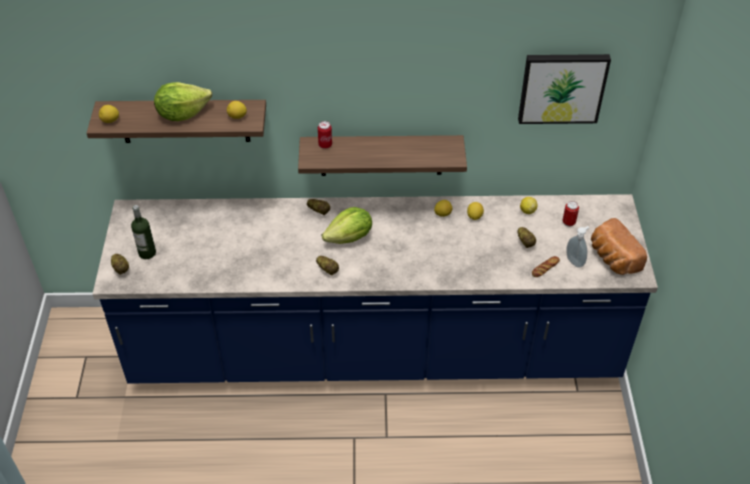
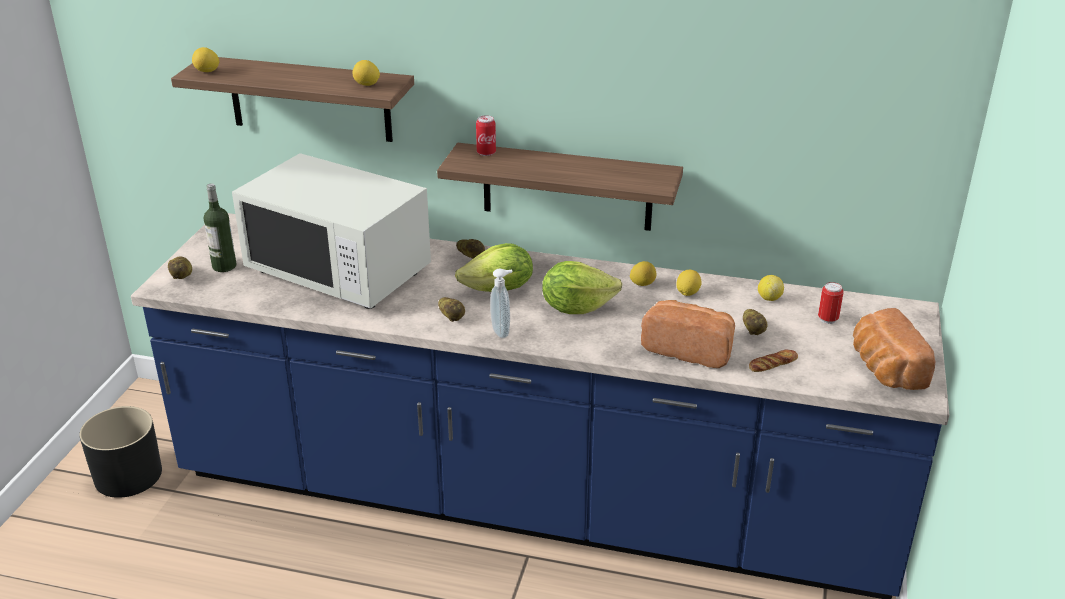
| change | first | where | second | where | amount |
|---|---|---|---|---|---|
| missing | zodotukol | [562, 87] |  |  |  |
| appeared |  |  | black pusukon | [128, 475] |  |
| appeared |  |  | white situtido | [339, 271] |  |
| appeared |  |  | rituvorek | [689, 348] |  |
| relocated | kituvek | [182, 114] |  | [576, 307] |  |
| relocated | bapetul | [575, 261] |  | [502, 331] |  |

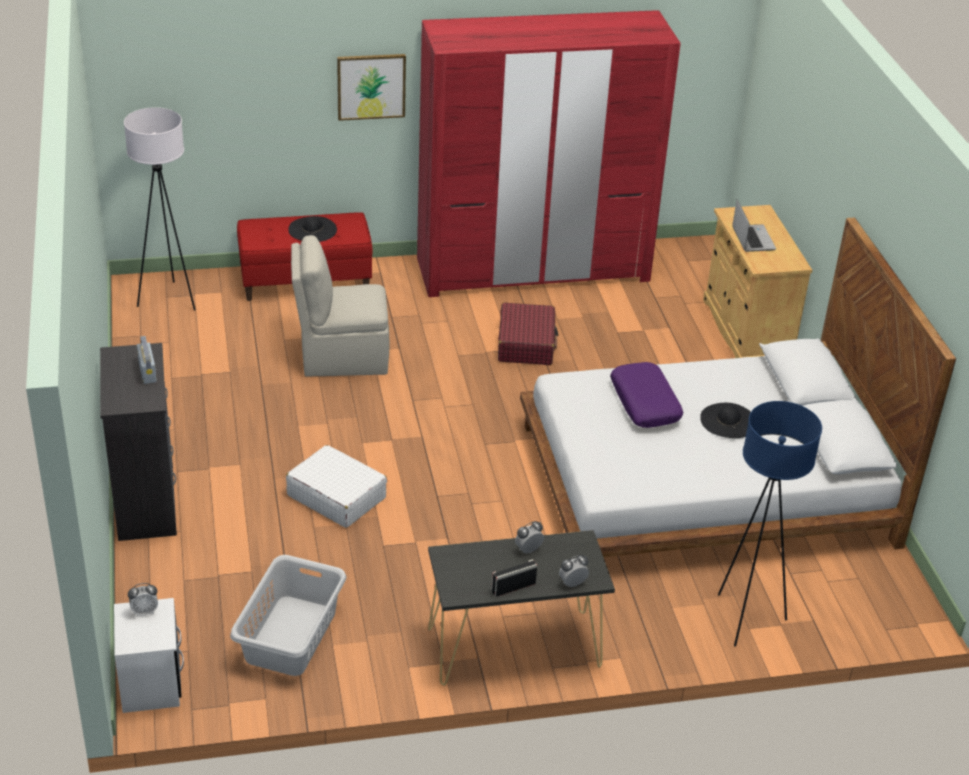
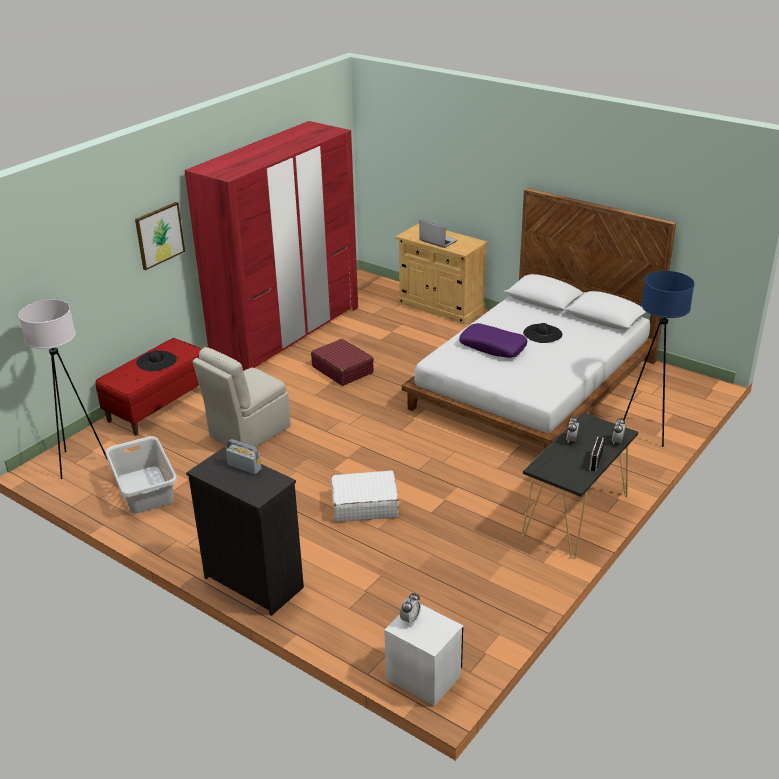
| change | first | where | second | where | amount |
|---|---|---|---|---|---|
| relocated | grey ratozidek | [289, 636] |  | [144, 490] |  |

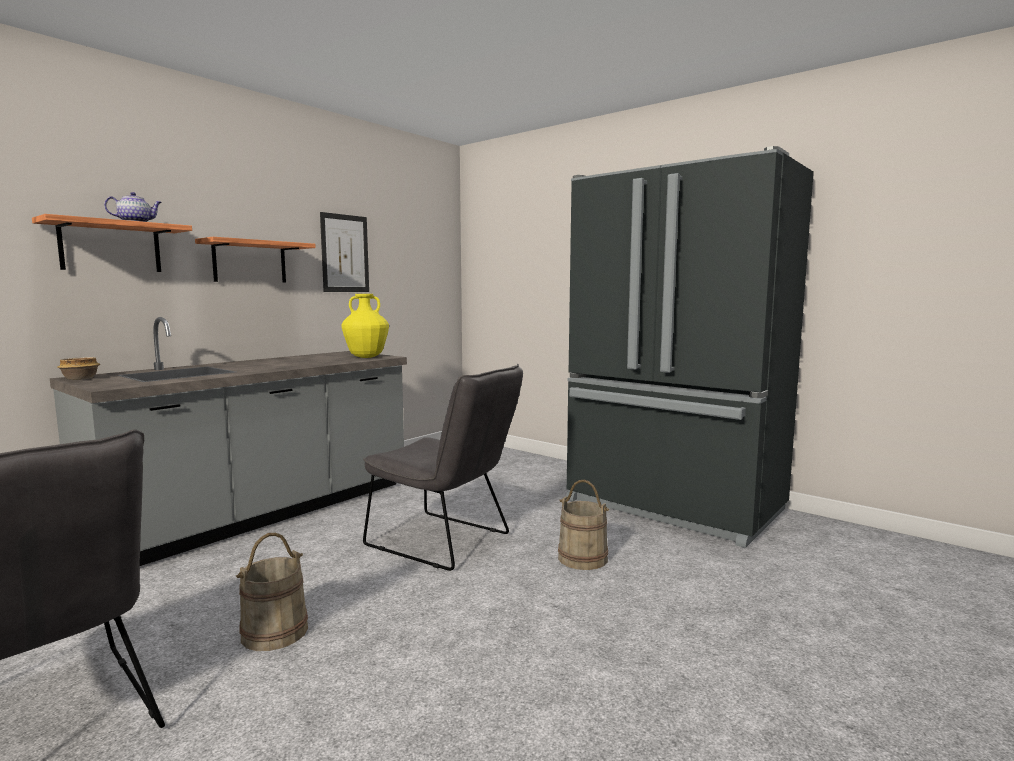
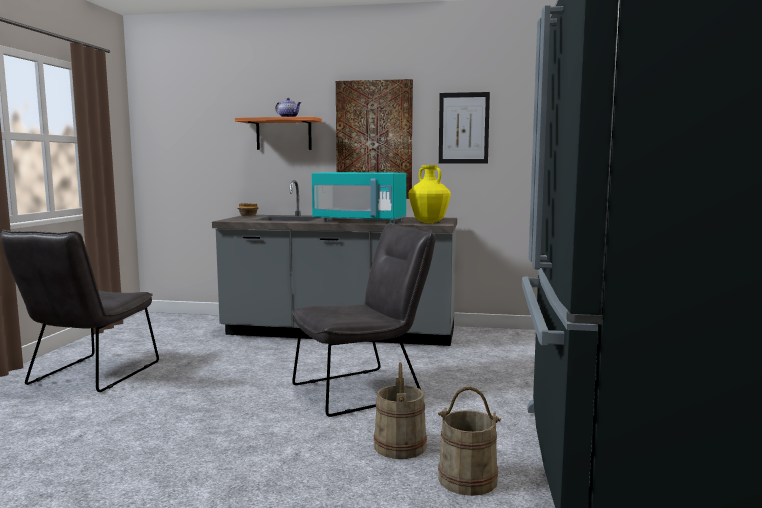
| change | first | where | second | where | amount |
|---|---|---|---|---|---|
| appeared |  |  | turquoise situtido | [360, 221] |  |
| relocated | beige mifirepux | [274, 632] |  | [467, 479] |  |
| exchanged | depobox | [250, 262] | zodotukol | [374, 140] |  |
| spun | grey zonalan | [445, 542] |  | [364, 390] | 120 degrees counterclockwise |

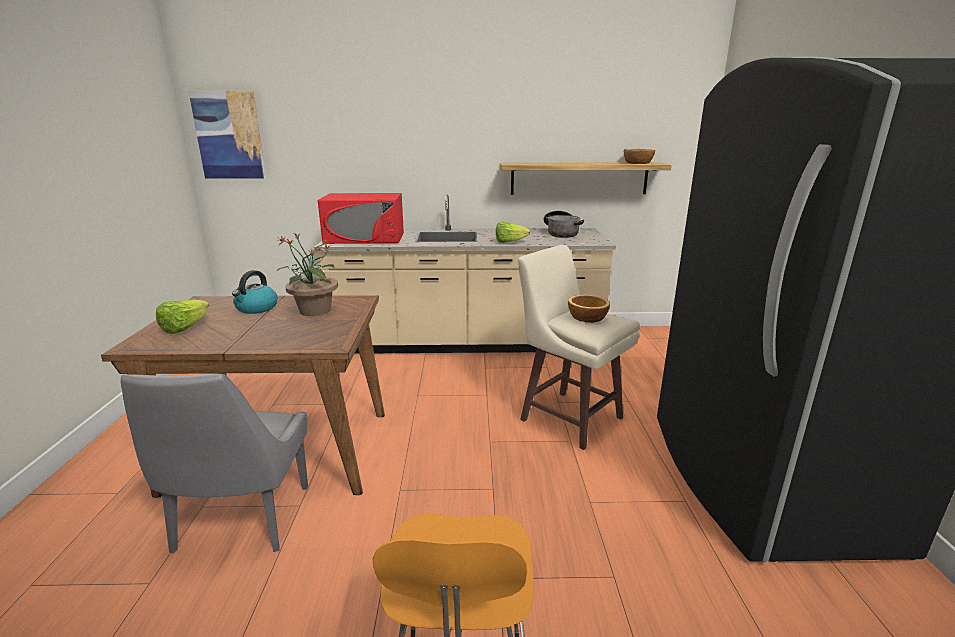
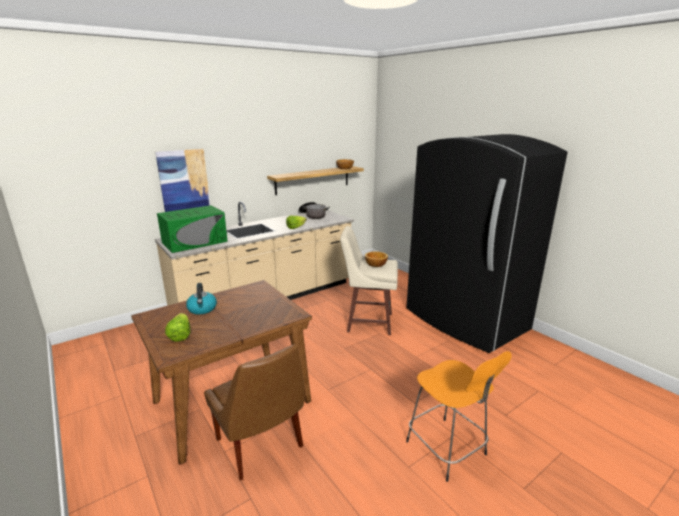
| change | first | where | second | where | amount |
|---|---|---|---|---|---|
| missing | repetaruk | [314, 311] |  |  |  |
| relocated | zodotukol | [229, 135] |  | [184, 181] |  |
| colour | grey zonalan | [241, 521] | brown zonalan | [261, 445] |  |
| colour | red situtido | [365, 238] | green situtido | [195, 242] |  |

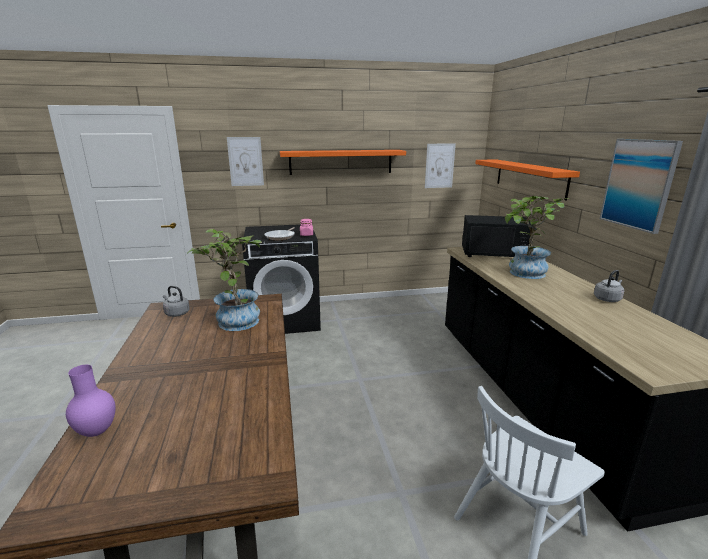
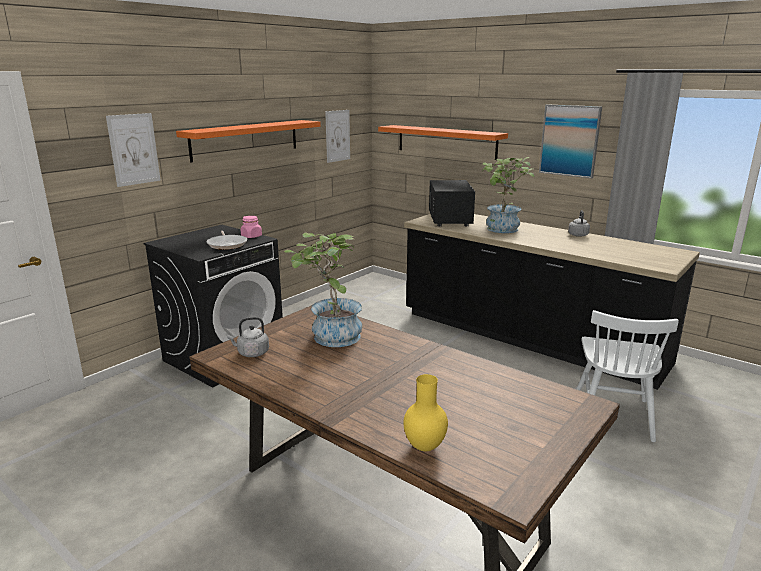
| change | first | where | second | where | amount |
|---|---|---|---|---|---|
| colour | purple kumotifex | [96, 431] | yellow kumotifex | [424, 447] |  |
| spun | black situtido | [493, 253] |  | [450, 219] | 120 degrees clockwise |

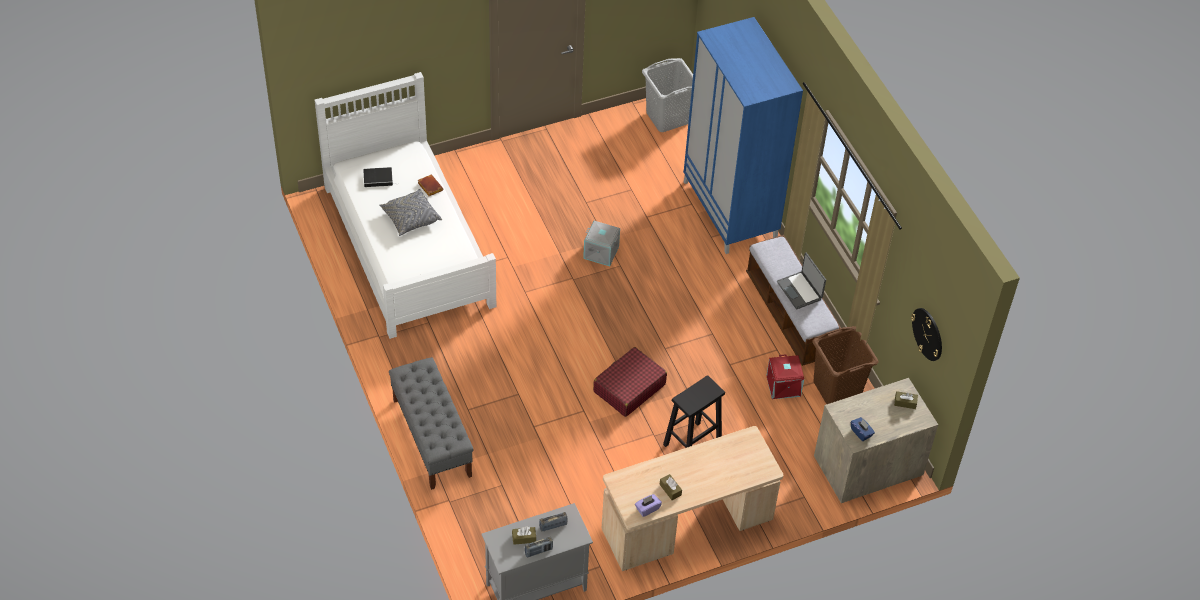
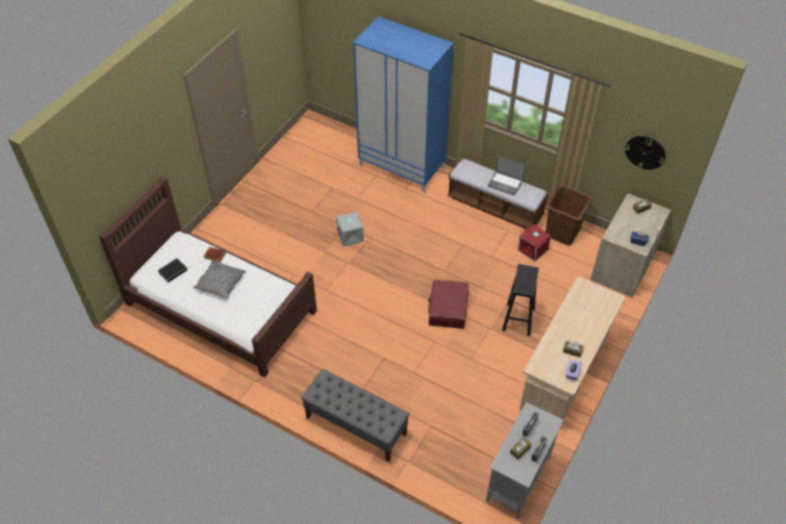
| change | first | where | second | where | amount |
|---|---|---|---|---|---|
| missing | grey ratozidek | [667, 117] |  |  |  |
| colour | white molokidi | [408, 245] | brown molokidi | [220, 307] |  |

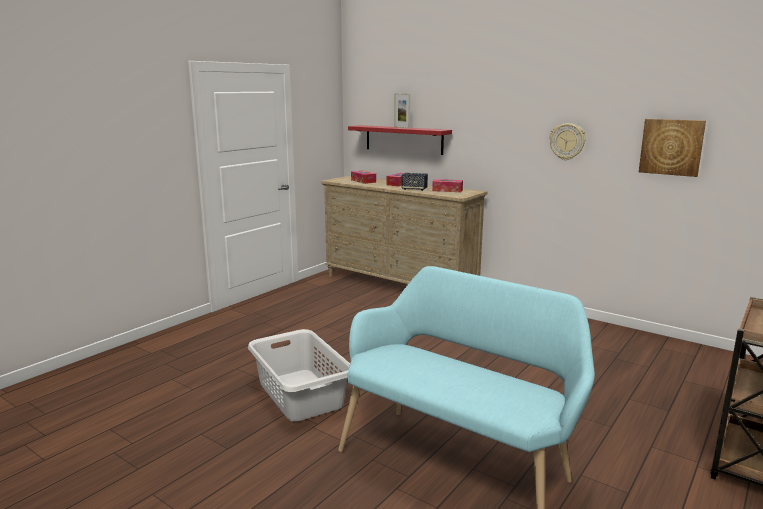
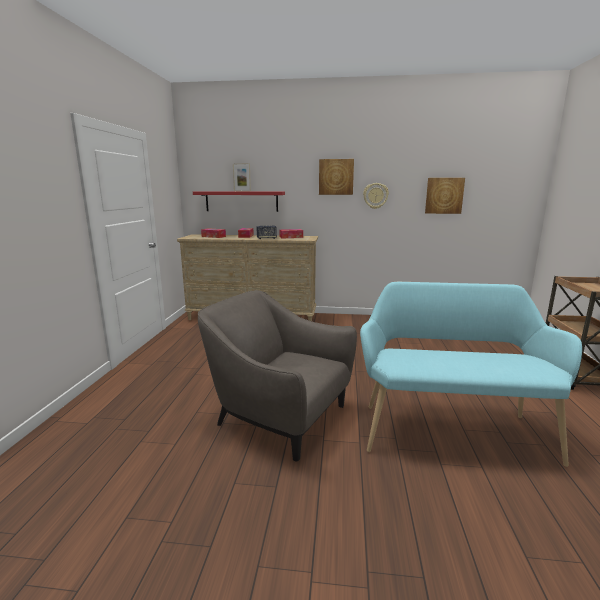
| change | first | where | second | where | amount |
|---|---|---|---|---|---|
| appeared |  |  | zodotukol | [336, 177] |  |
| exchanged | grey ratozidek | [301, 393] | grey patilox | [280, 416] |  |

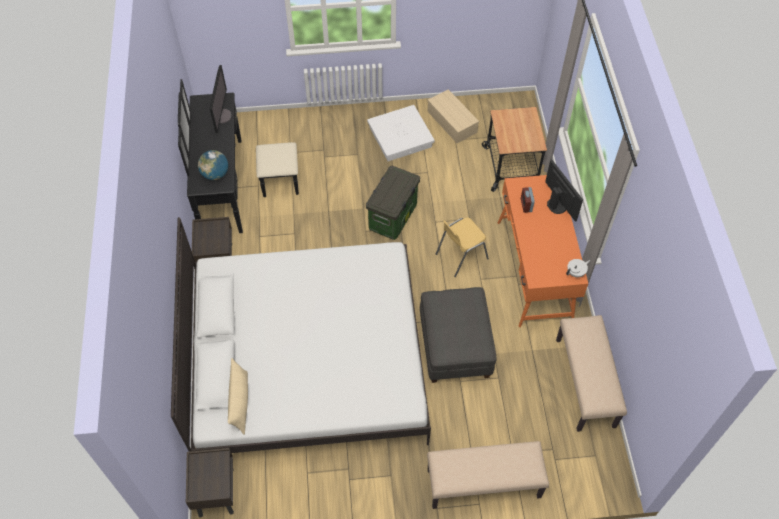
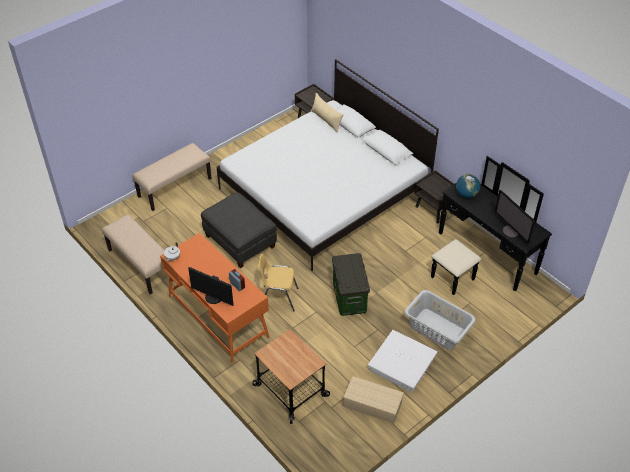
| change | first | where | second | where | amount |
|---|---|---|---|---|---|
| appeared |  |  | grey ratozidek | [437, 329] |  |
| spun | yellow zonalan | [460, 256] |  | [278, 298] | 105 degrees counterclockwise |

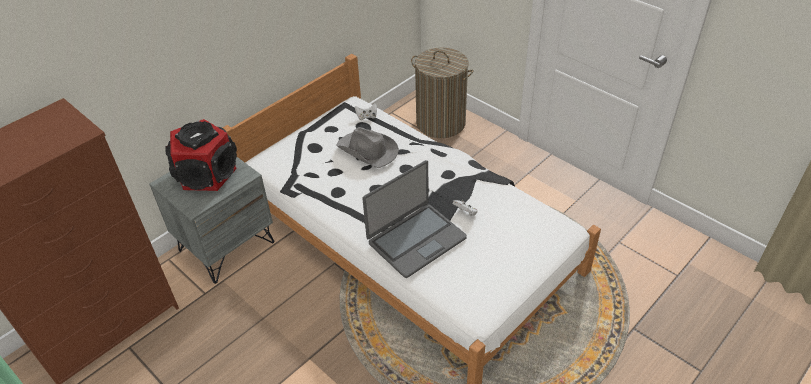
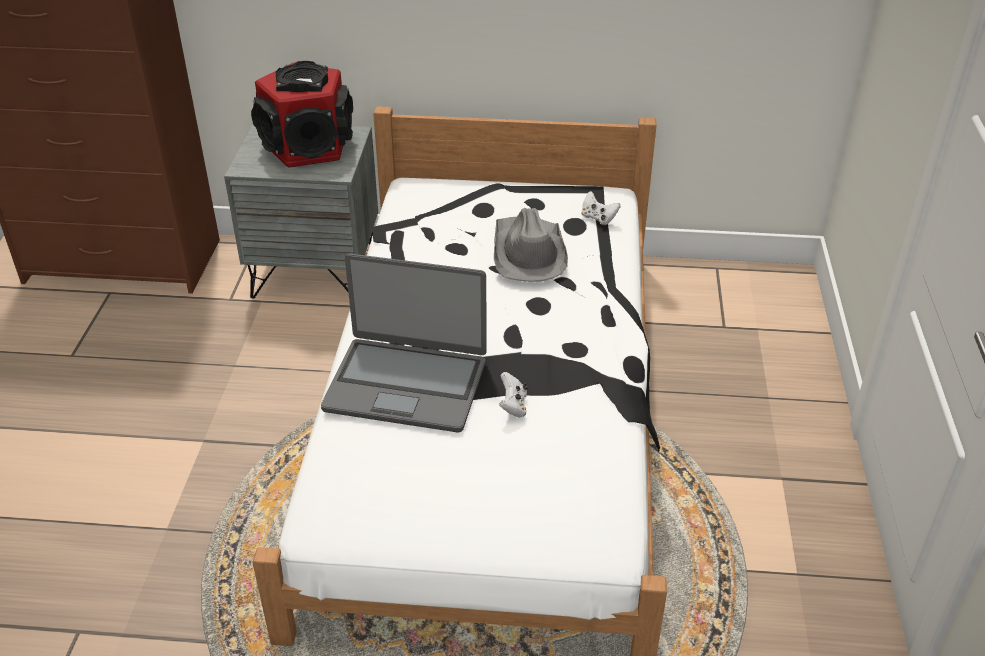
| change | first | where | second | where | amount |
|---|---|---|---|---|---|
| missing | ratozidek | [441, 123] |  |  |  |

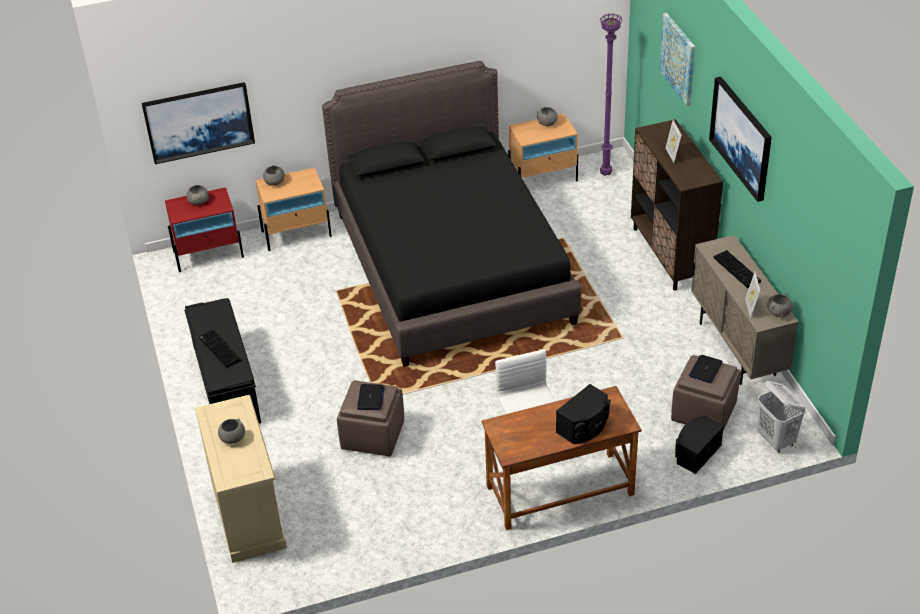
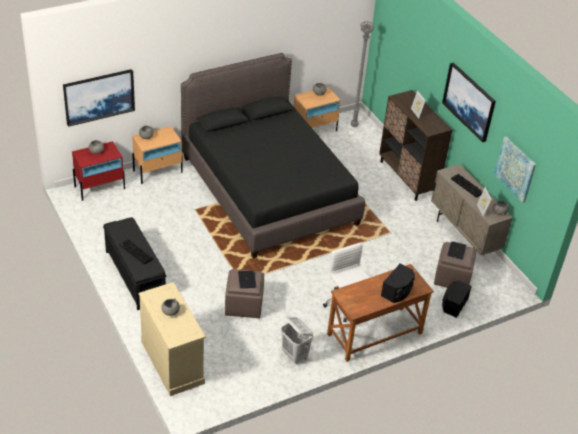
| change | first | where | second | where | amount |
|---|---|---|---|---|---|
| relocated | zodotukol | [678, 58] |  | [515, 169] |  |
| relocated | white ratozidek | [776, 440] |  | [294, 355] |  |
| colour | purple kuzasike | [605, 174] | grey kuzasike | [354, 126] |  |

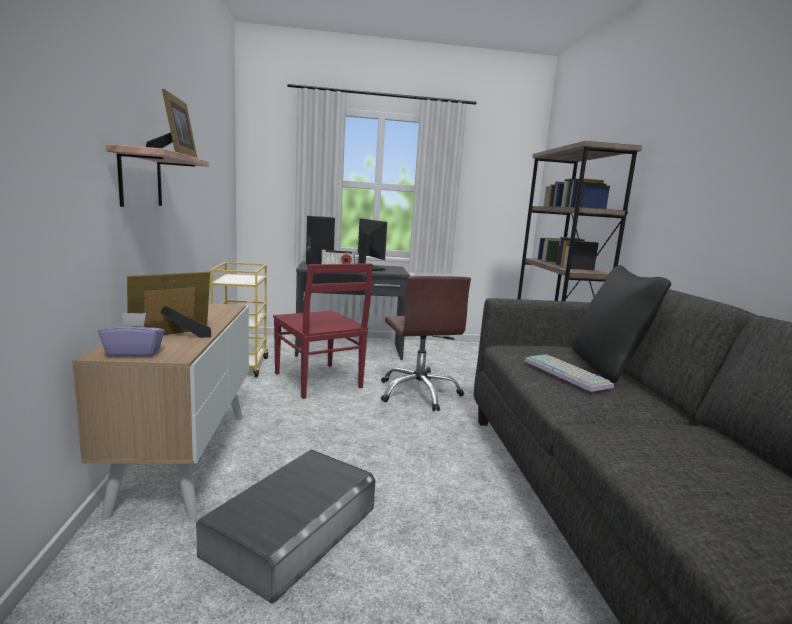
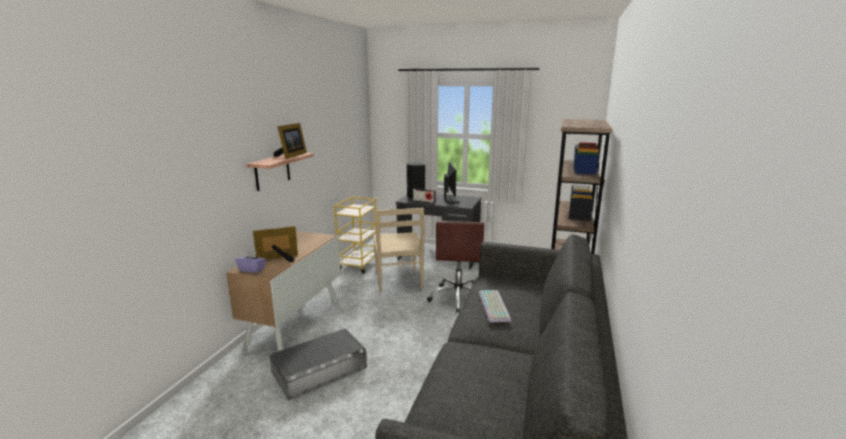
| change | first | where | second | where | amount |
|---|---|---|---|---|---|
| missing | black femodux | [606, 367] |  |  |  |
| colour | red zonalan | [318, 381] | beige zonalan | [398, 281] |  |

